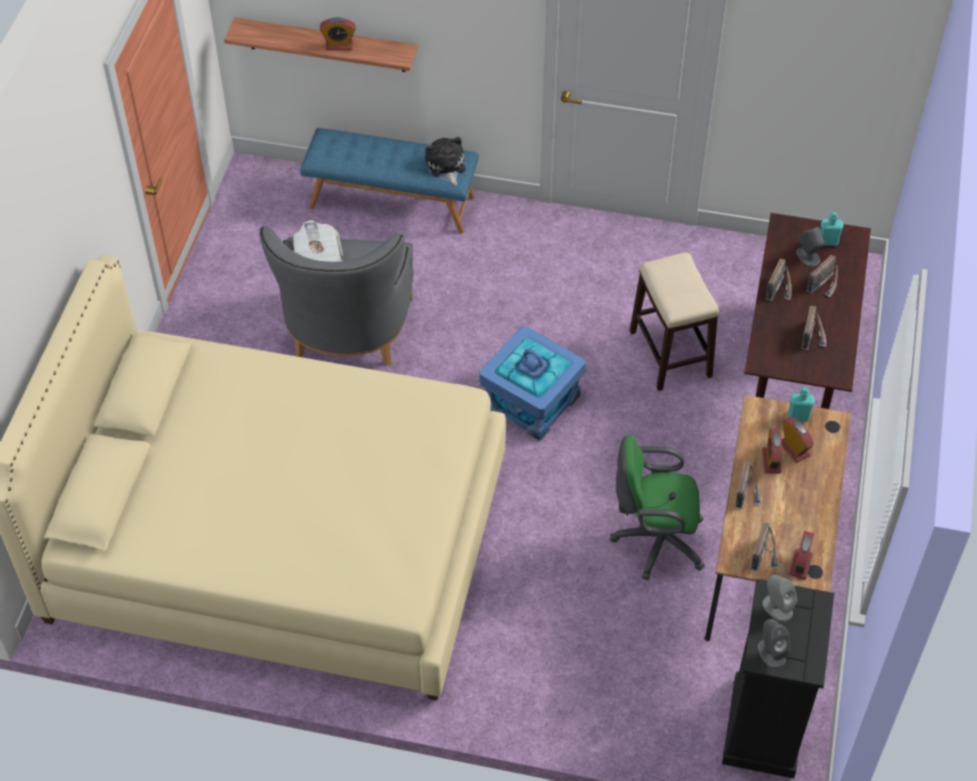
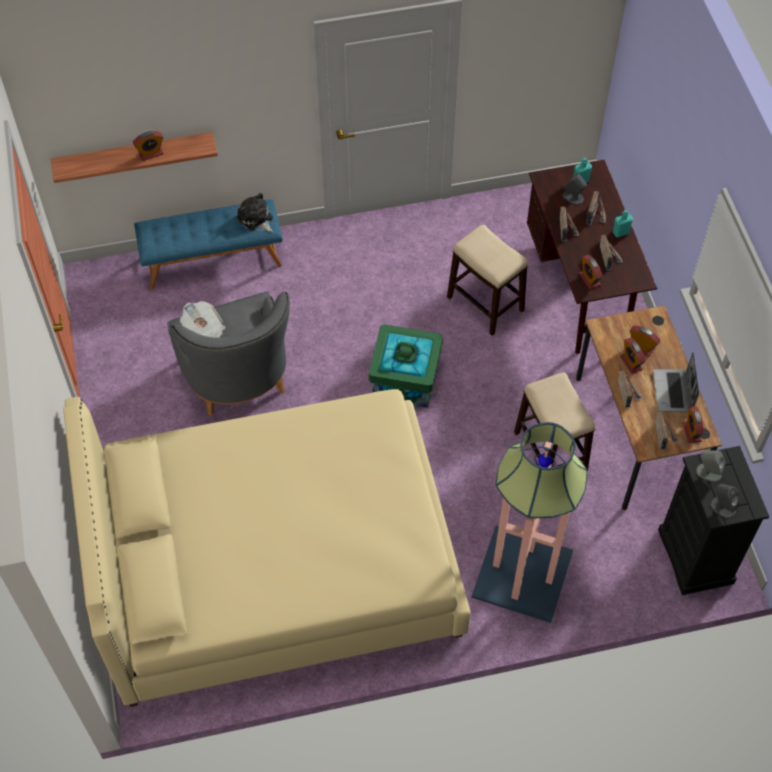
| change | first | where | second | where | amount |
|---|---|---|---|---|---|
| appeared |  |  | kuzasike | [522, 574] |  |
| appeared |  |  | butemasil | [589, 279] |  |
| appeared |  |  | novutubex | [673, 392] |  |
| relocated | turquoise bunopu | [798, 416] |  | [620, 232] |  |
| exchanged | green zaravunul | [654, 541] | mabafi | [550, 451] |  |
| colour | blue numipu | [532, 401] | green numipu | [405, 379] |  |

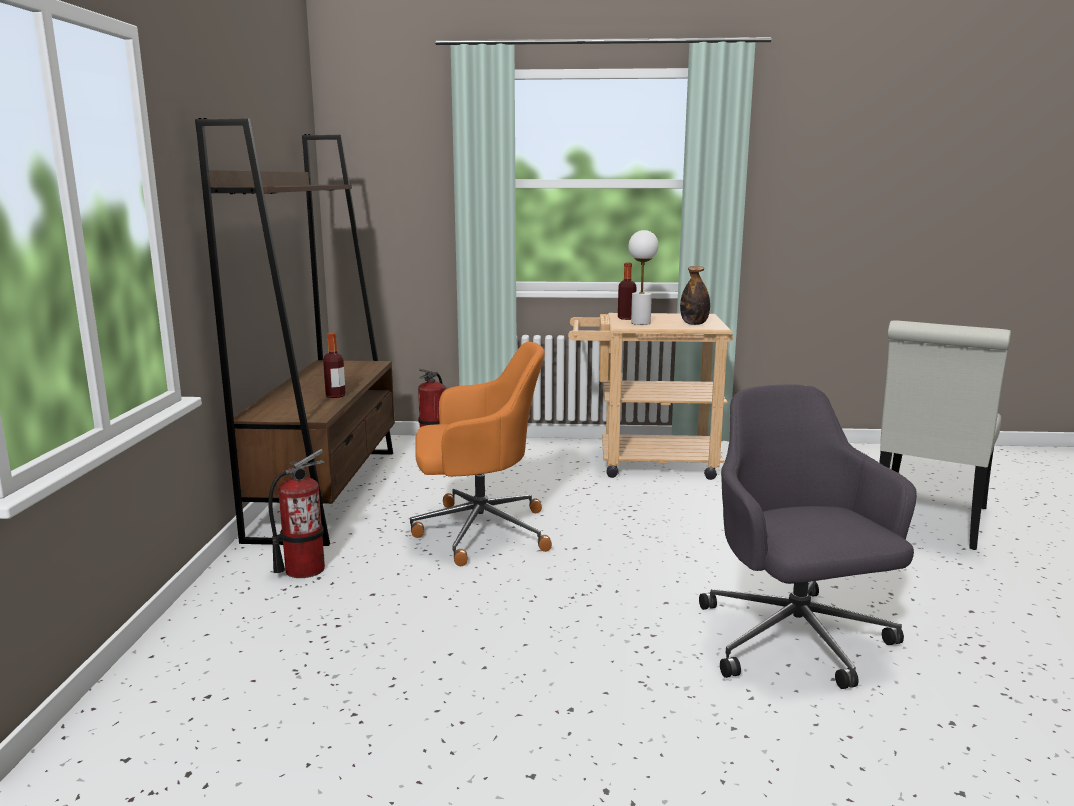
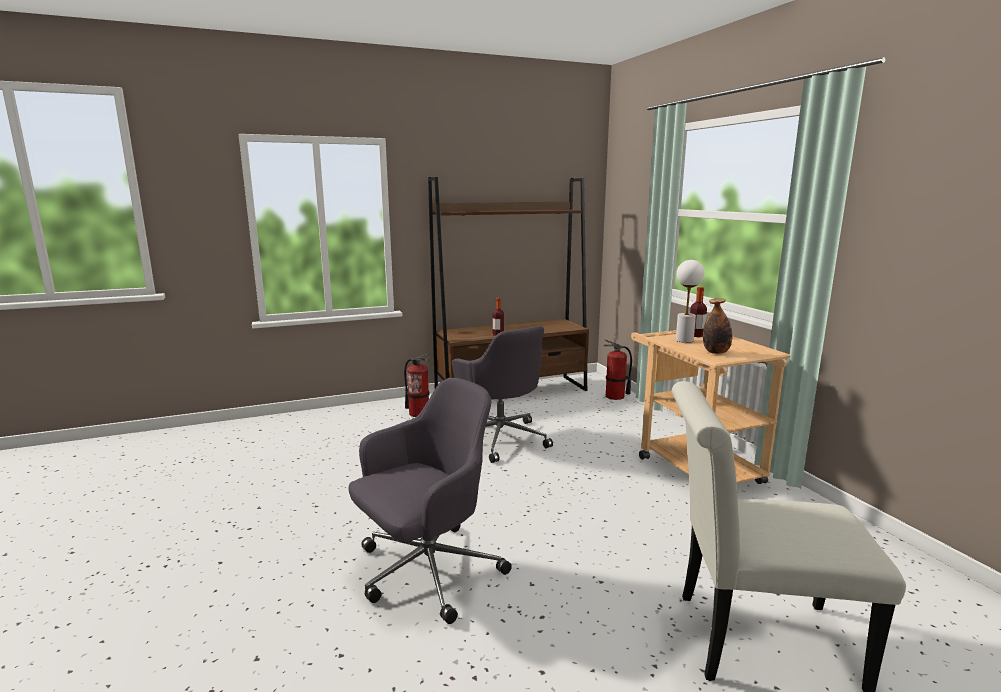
| change | first | where | second | where | amount |
|---|---|---|---|---|---|
| colour | orange zaravunul | [478, 531] | grey zaravunul | [500, 438] |  |

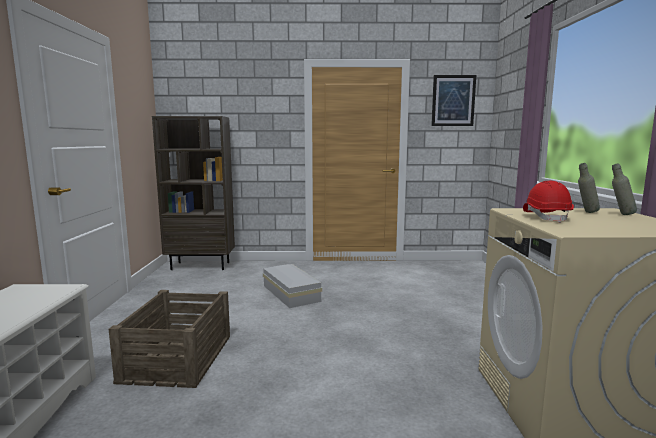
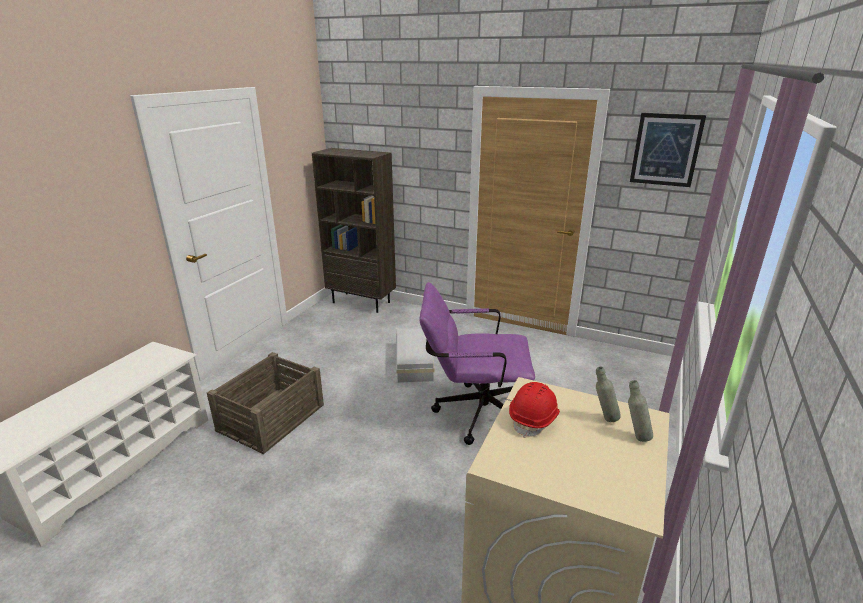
| change | first | where | second | where | amount |
|---|---|---|---|---|---|
| appeared |  |  | purple zaravunul | [473, 412] |  |

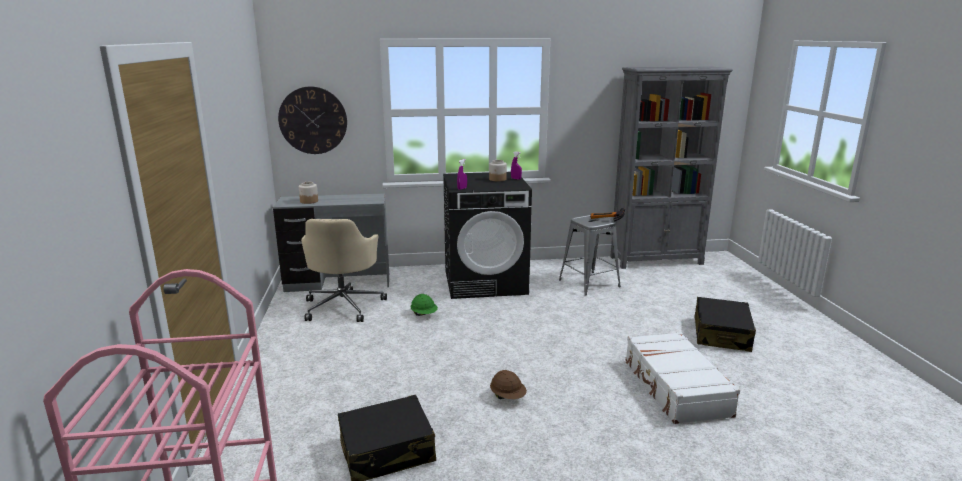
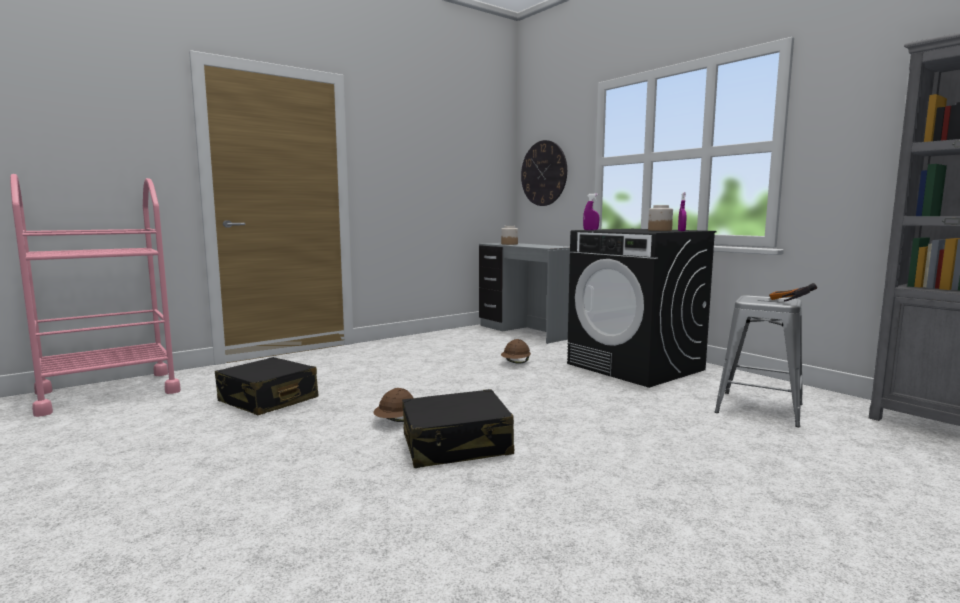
| change | first | where | second | where | amount |
|---|---|---|---|---|---|
| missing | beige zaravunul | [344, 306] |  |  |  |
| missing | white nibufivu | [675, 387] |  |  |  |
| relocated | black nibufivu | [721, 334] |  | [456, 445] |  |
| colour | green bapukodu | [424, 315] | brown bapukodu | [516, 363] |  |

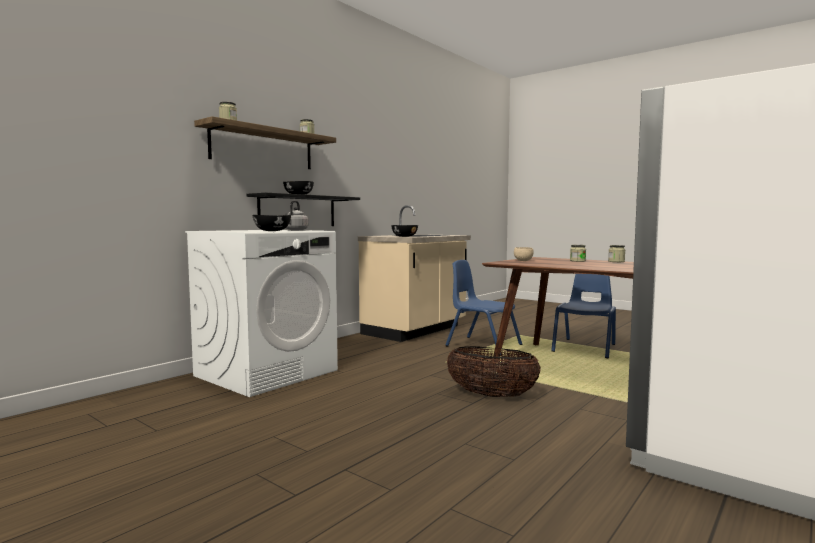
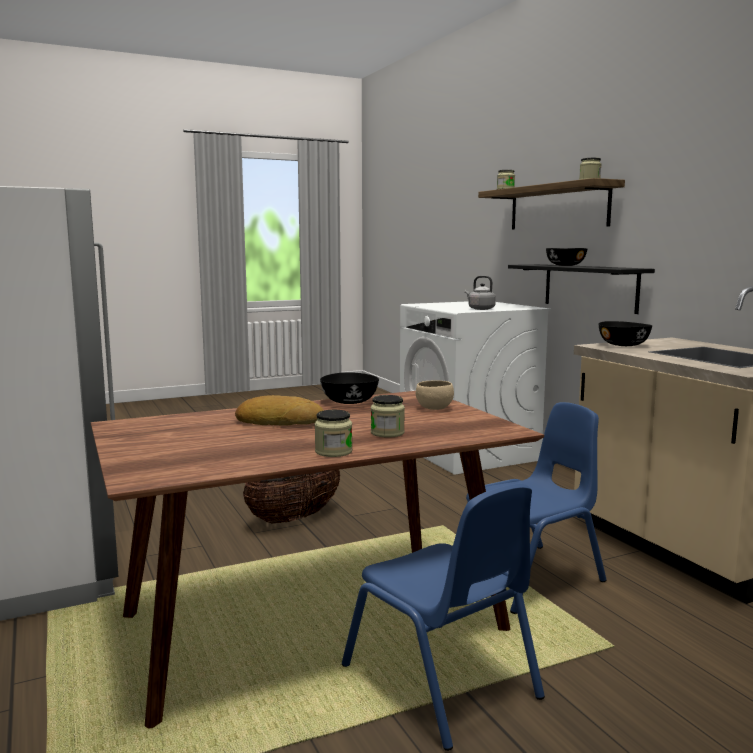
| change | first | where | second | where | amount |
|---|---|---|---|---|---|
| appeared |  |  | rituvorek | [279, 421] |  |
| relocated | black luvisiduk | [272, 231] |  | [349, 402] |  |

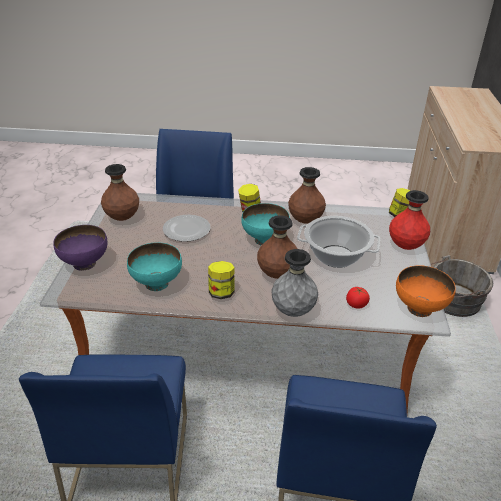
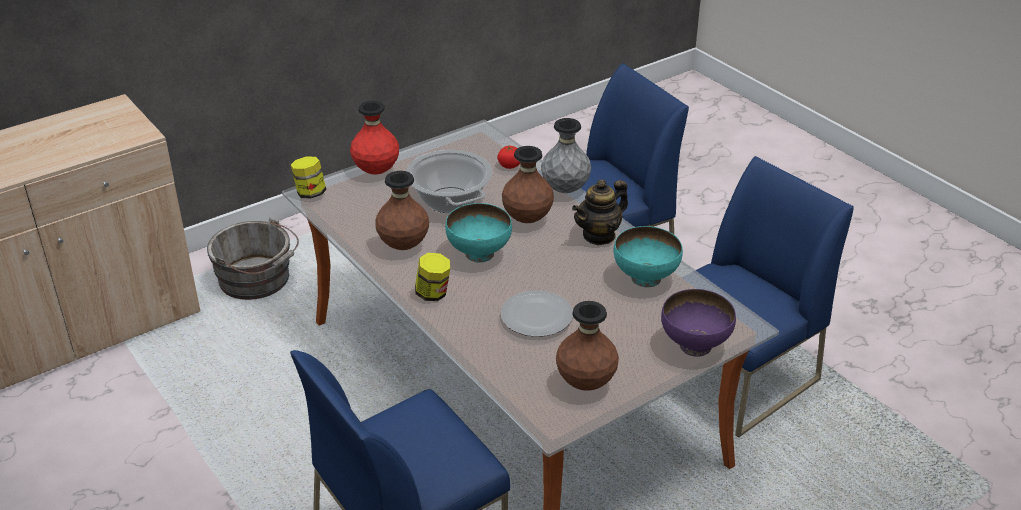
| change | first | where | second | where | amount |
|---|---|---|---|---|---|
| missing | orange luvisiduk | [419, 308] |  |  |  |
| exchanged | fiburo | [221, 292] | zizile | [599, 235] |  |

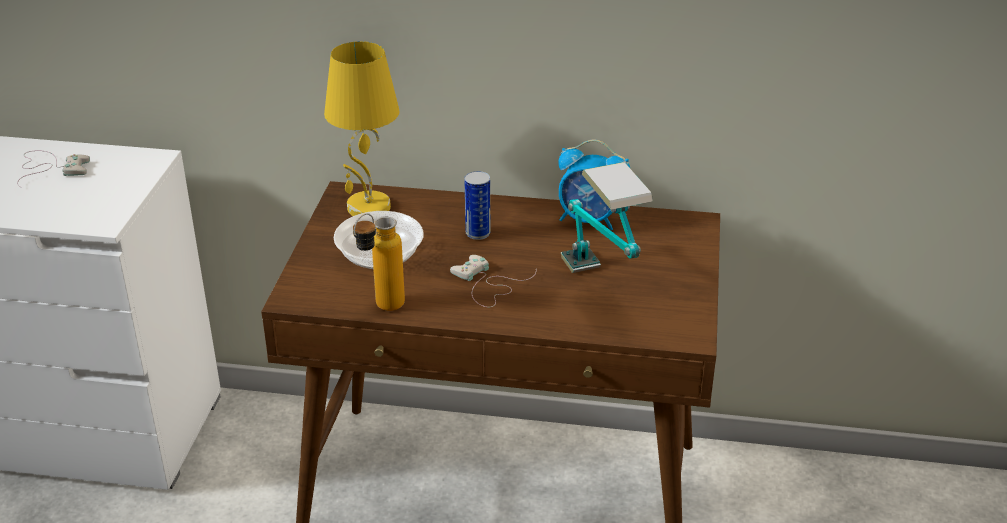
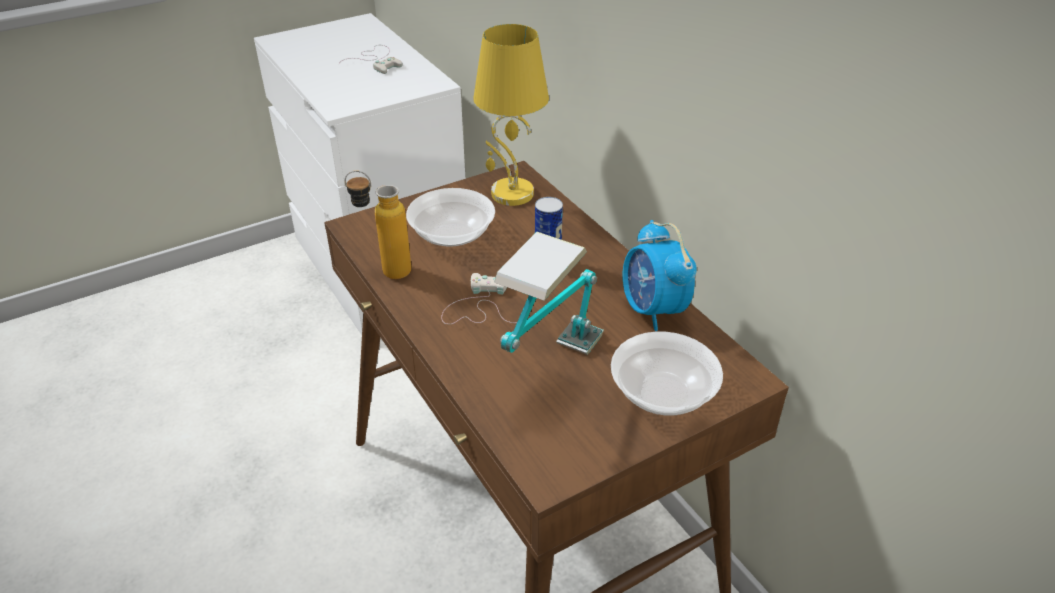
| change | first | where | second | where | amount |
|---|---|---|---|---|---|
| appeared |  |  | luvisiduk | [662, 392] |  |

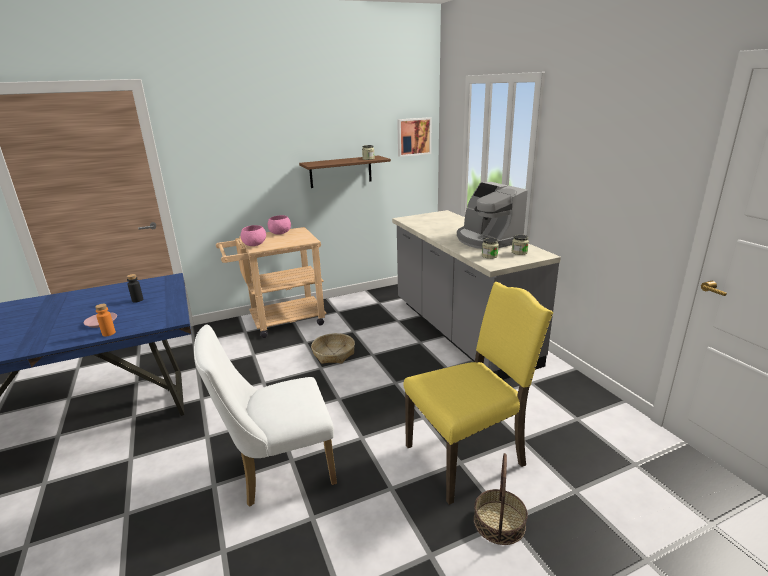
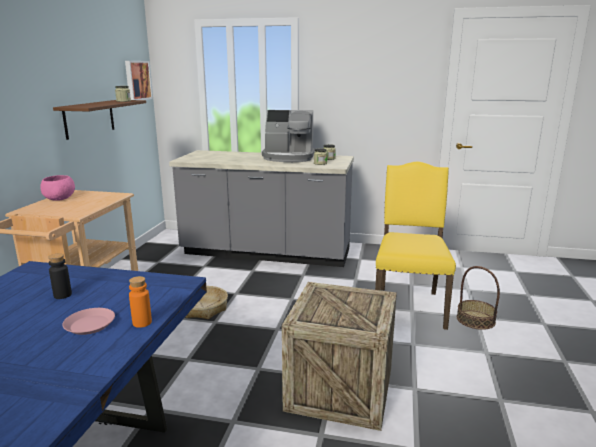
| change | first | where | second | where | amount |
|---|---|---|---|---|---|
| missing | pink luvisiduk | [254, 245] |  |  |  |
| exchanged | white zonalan | [278, 470] | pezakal | [340, 389] |  |

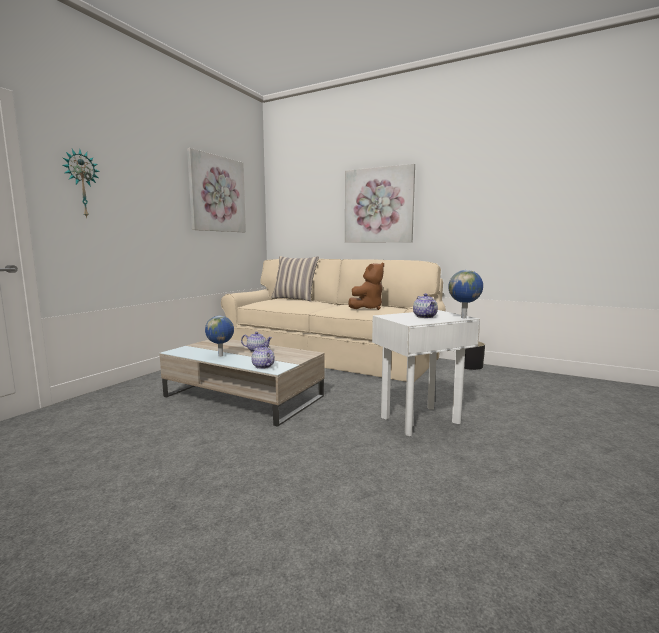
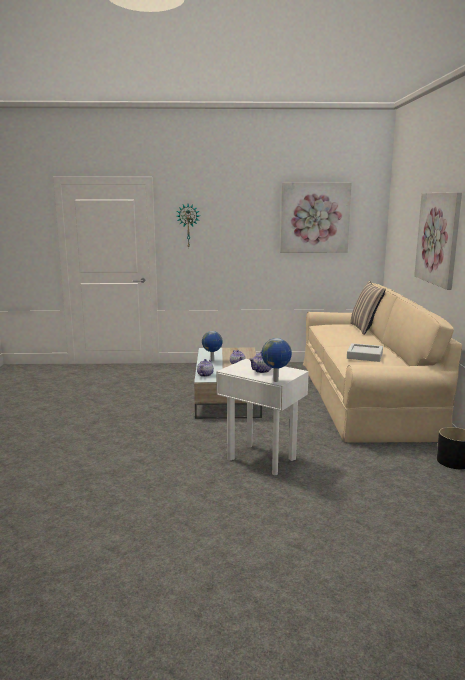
| change | first | where | second | where | amount |
|---|---|---|---|---|---|
| exchanged | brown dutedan | [367, 308] | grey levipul | [364, 356] |  |

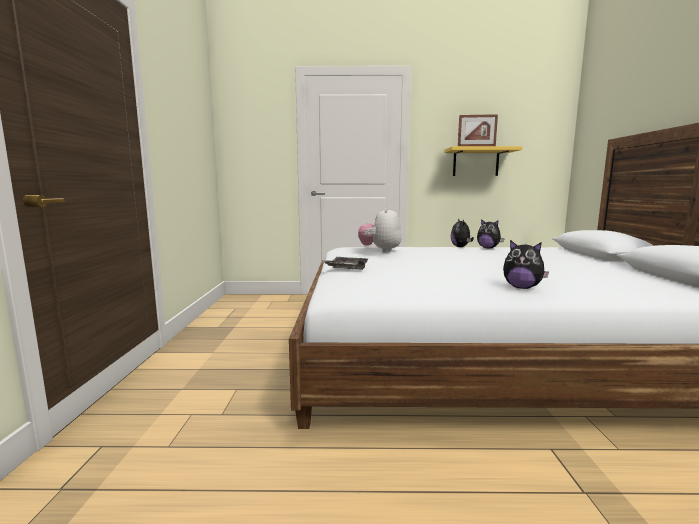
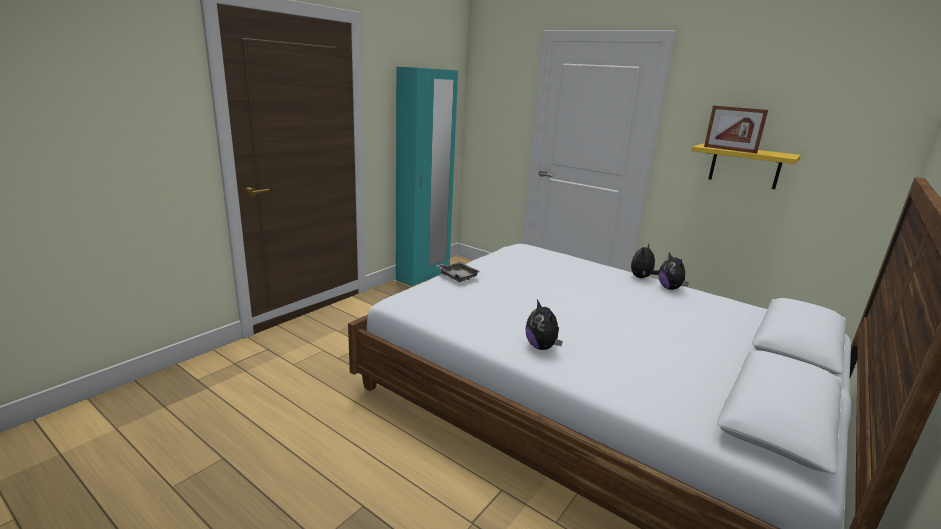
| change | first | where | second | where | amount |
|---|---|---|---|---|---|
| missing | dutedan | [380, 251] |  |  |  |
| appeared |  |  | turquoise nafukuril | [423, 276] |  |

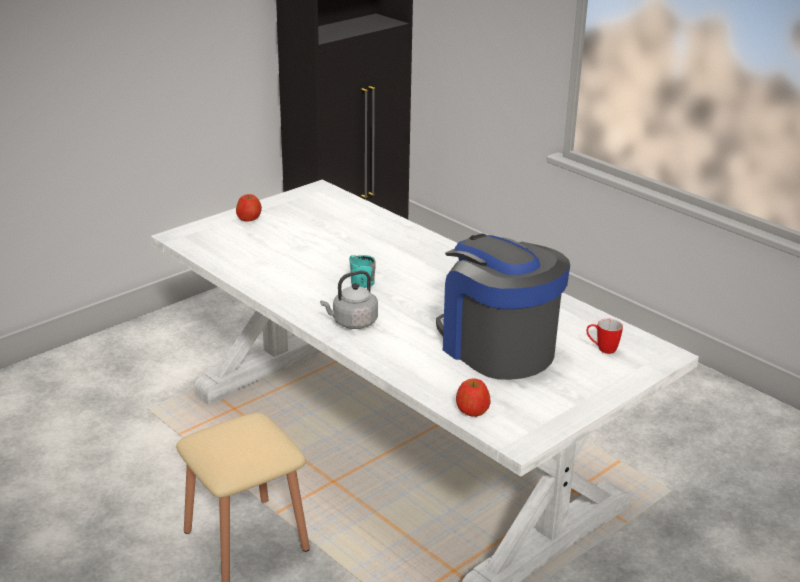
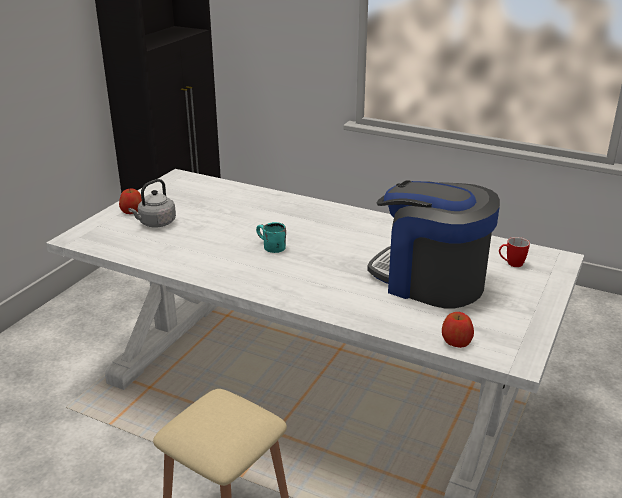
| change | first | where | second | where | amount |
|---|---|---|---|---|---|
| relocated | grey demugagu | [352, 323] |  | [156, 223] |  |

